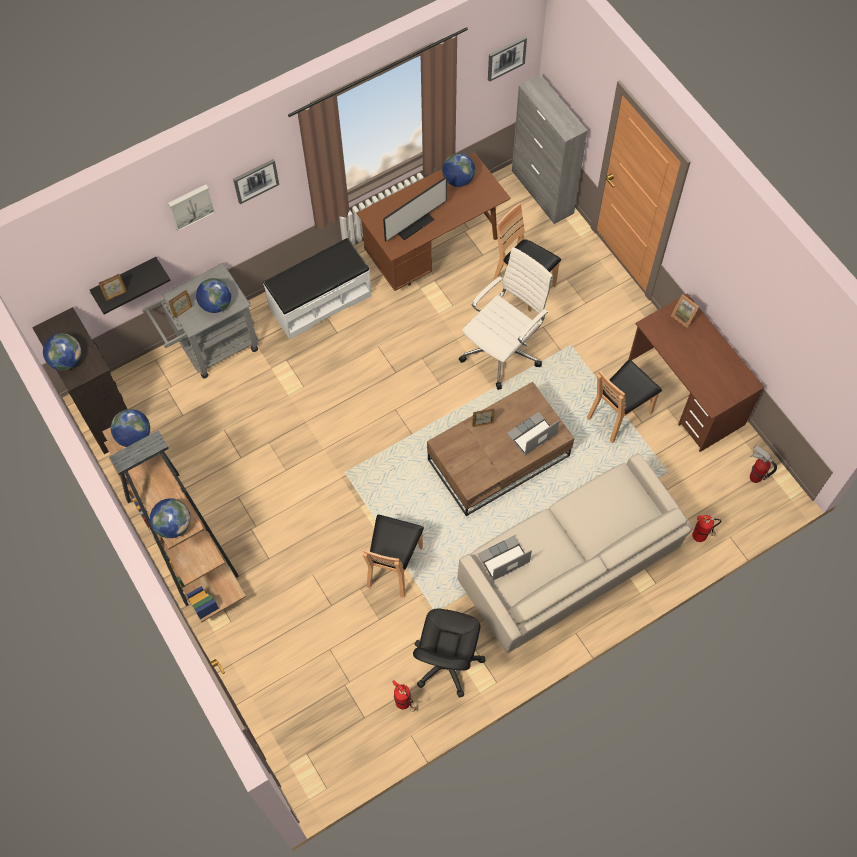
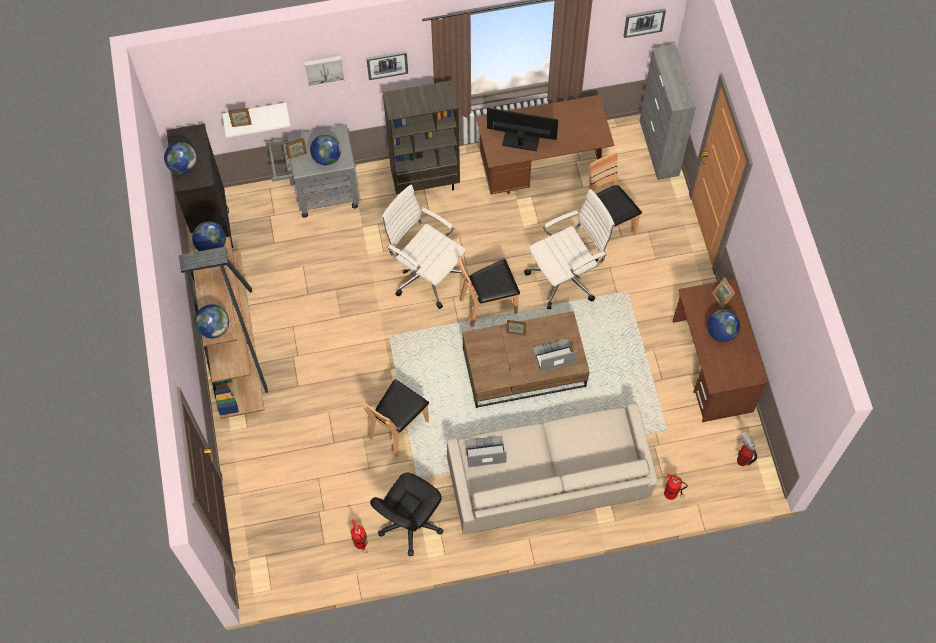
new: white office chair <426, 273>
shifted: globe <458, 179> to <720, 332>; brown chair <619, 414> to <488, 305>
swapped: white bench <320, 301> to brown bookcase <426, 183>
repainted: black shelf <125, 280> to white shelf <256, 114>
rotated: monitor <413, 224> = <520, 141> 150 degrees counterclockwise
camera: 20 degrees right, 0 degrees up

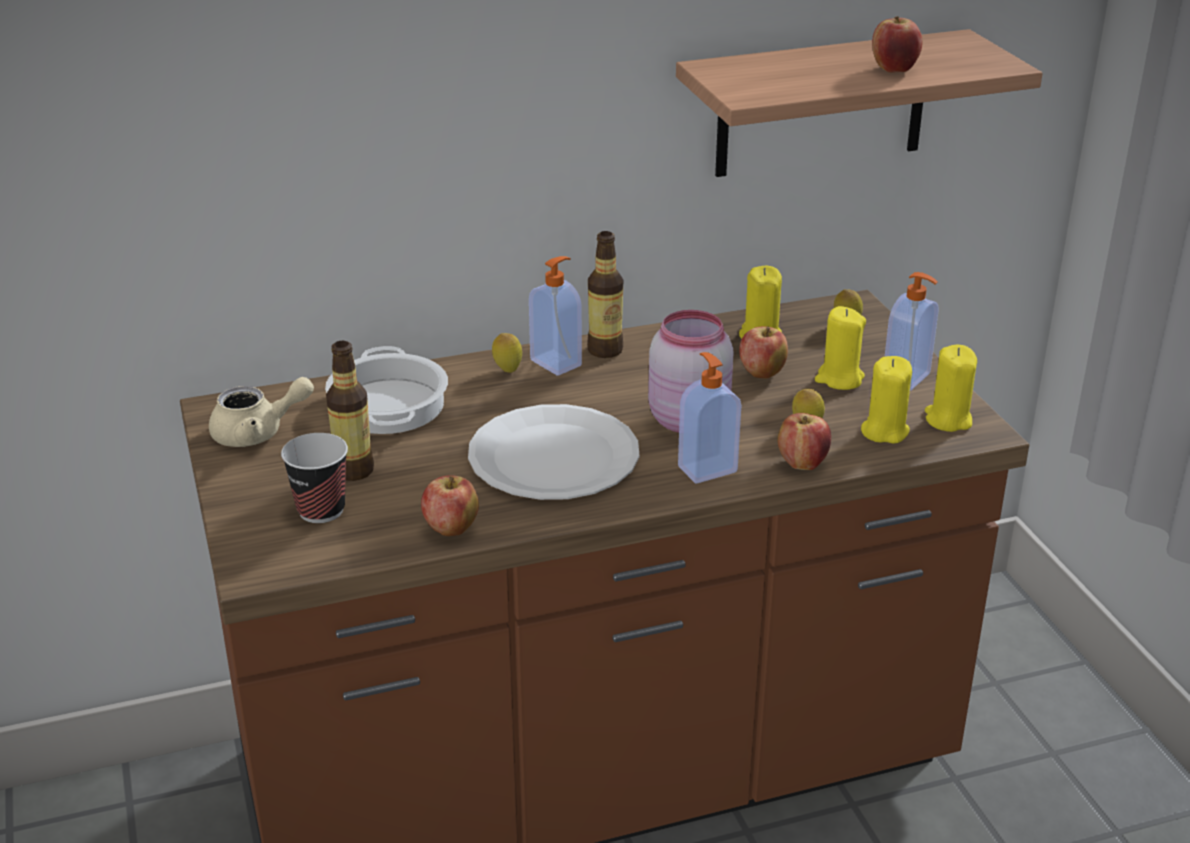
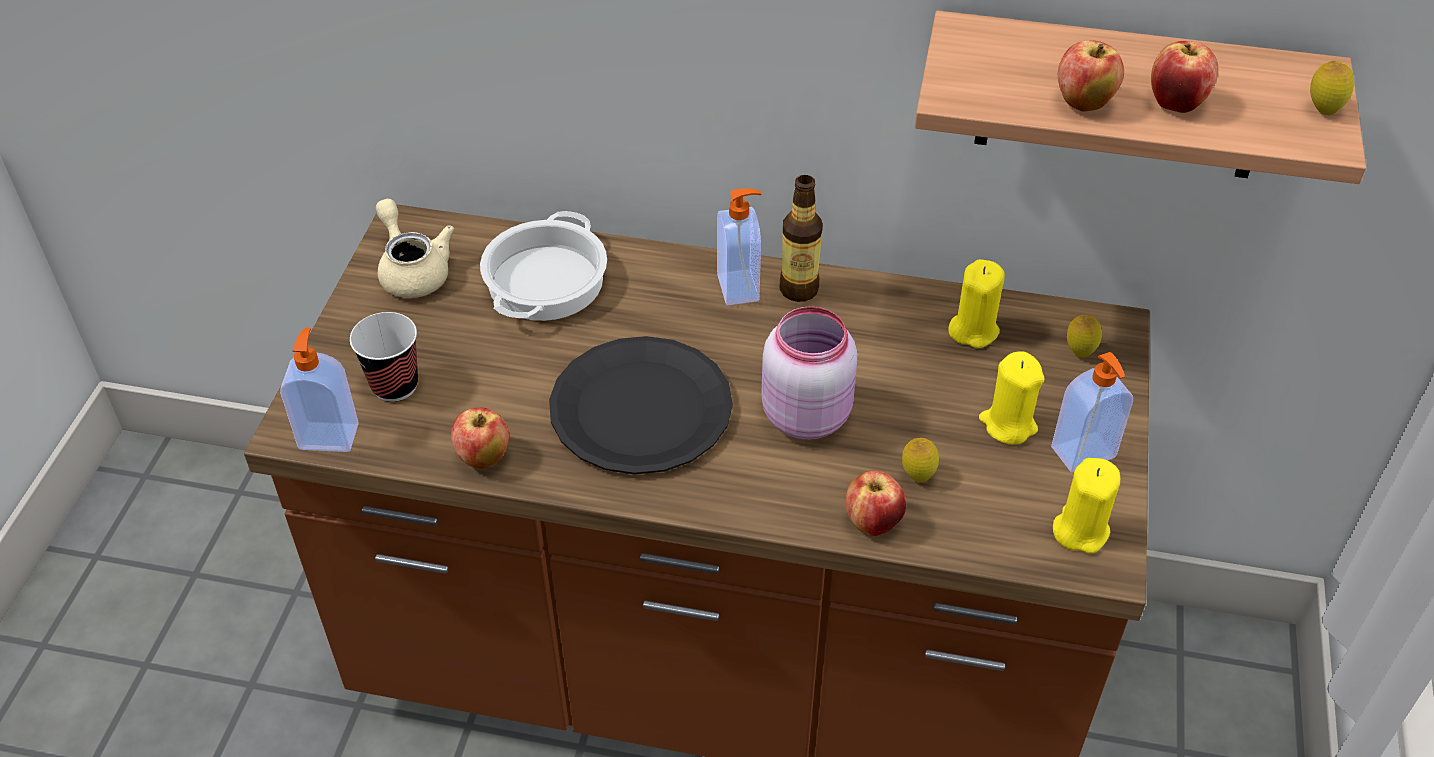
gone: bottle <354, 470>; yellow candle <884, 431>
shifted: lemon <507, 370> to <1323, 110>; soap dispenser <706, 468> to <329, 435>; apple <762, 373> to <1083, 103>
repainted: white plate <553, 457> to black plate <640, 408>
rotated: beige teapot <258, 433> = <412, 270> 135 degrees counterclockwise
camera: 30 degrees right, 15 degrees up

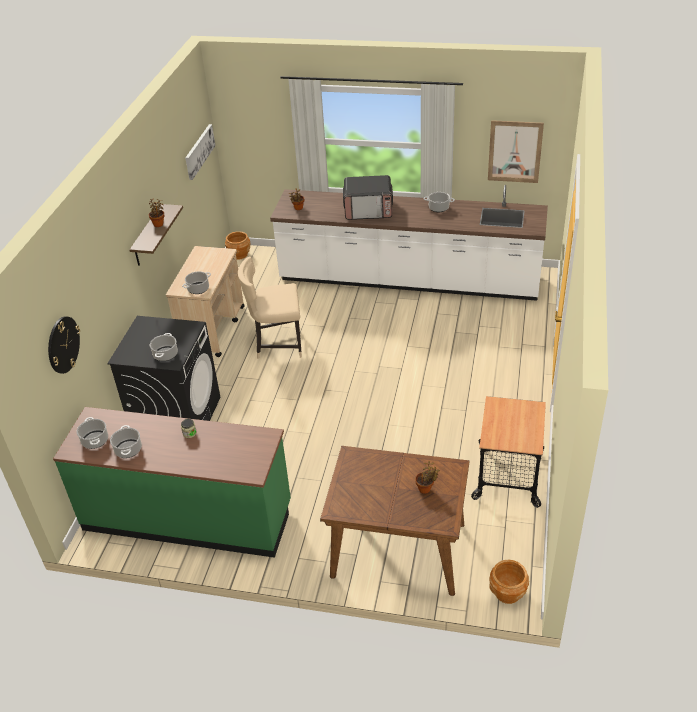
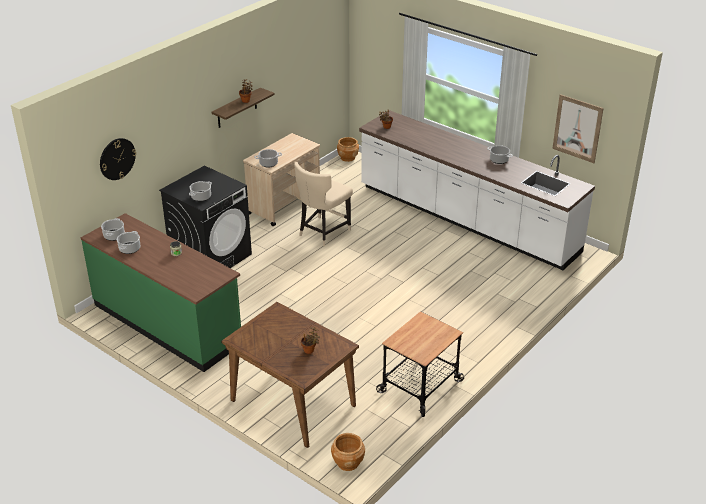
gone: picture <199, 151>; microwave <369, 210>
rotated: beige chair <277, 345> = <322, 232> 75 degrees counterclockwise
camera: 25 degrees right, 5 degrees down

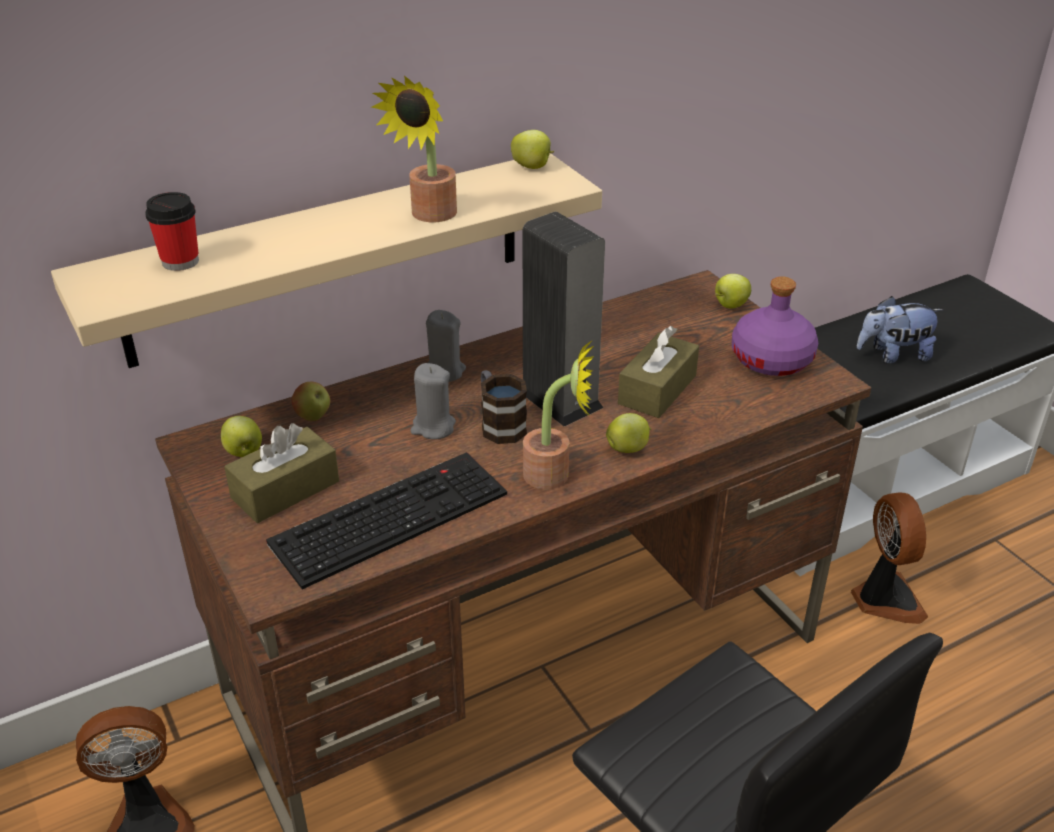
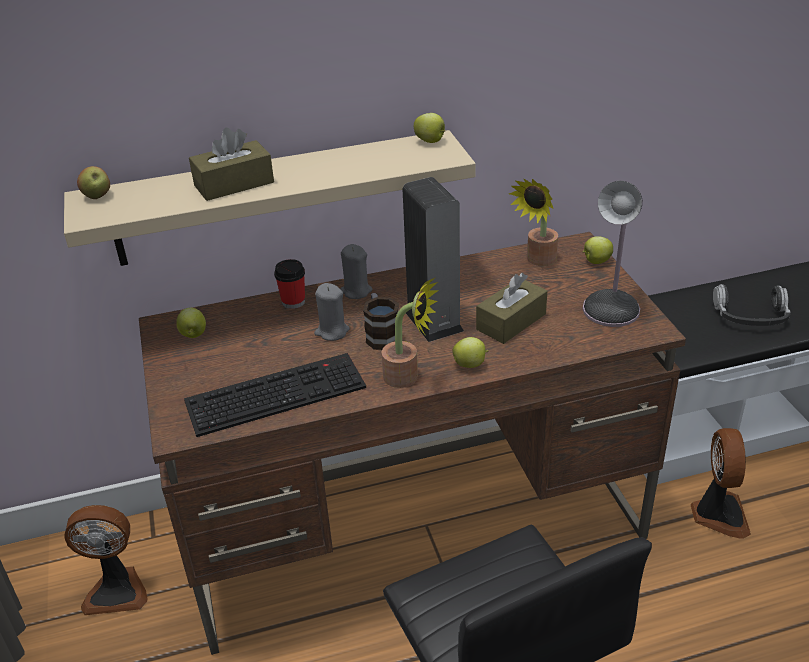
shifted: cup <180, 261> to <293, 302>; brown tissue box <285, 490> to <234, 184>; apple <313, 416> to <97, 196>; potted plant <429, 216> to <538, 261>
swapped: purple bottle <772, 359> to table lamp <612, 308>; plush toy <893, 355> to headphones <750, 315>
camera: 15 degrees right, 0 degrees up

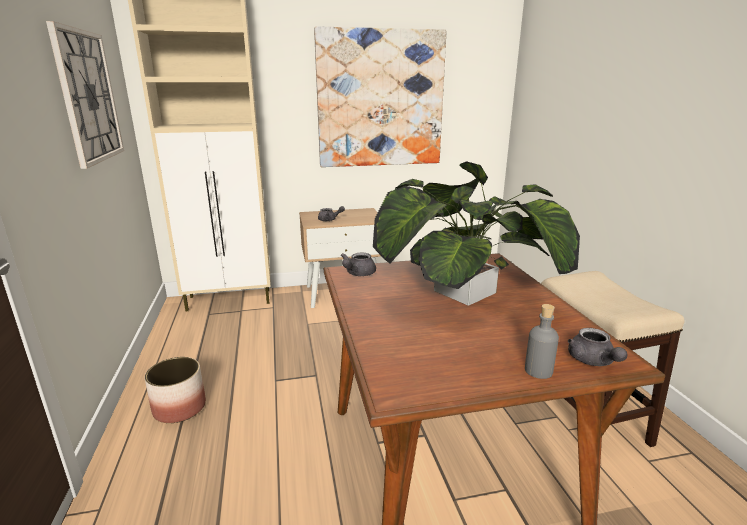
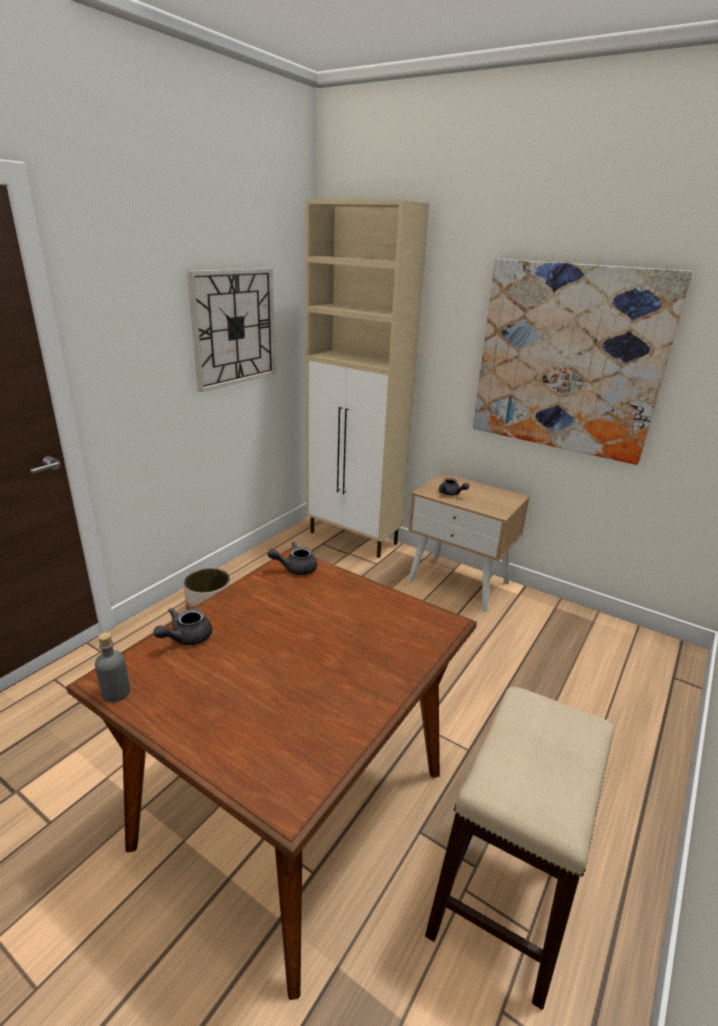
gone: potted plant <465, 291>
shifted: grey bottle <538, 371> to <116, 692>; grey teapot <593, 361> to <186, 638>
camera: 45 degrees right, 5 degrees up

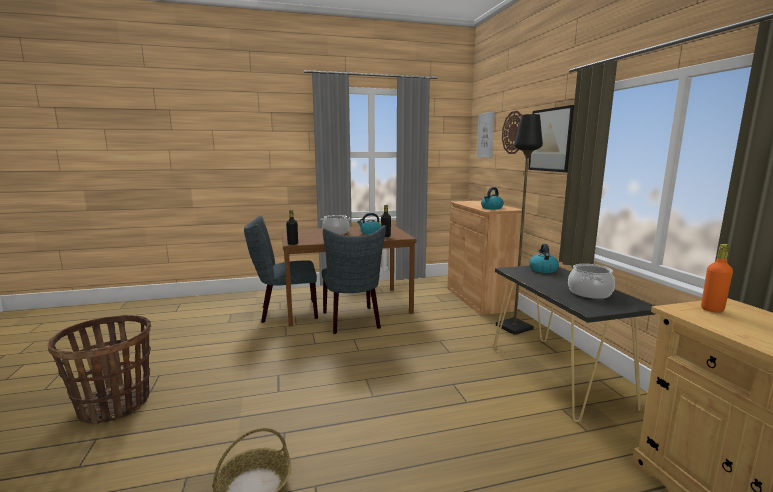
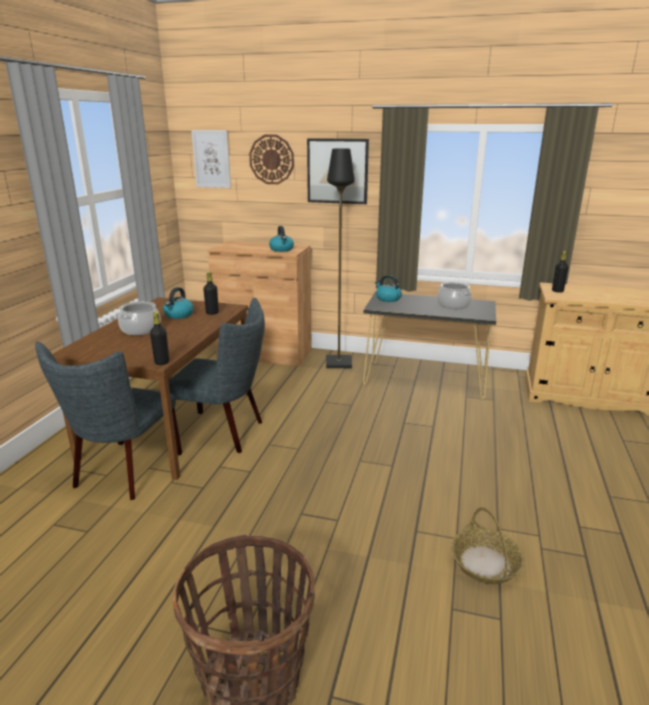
repainted: orange bottle <712, 309> to black bottle <557, 291>
camera: 60 degrees left, 10 degrees up

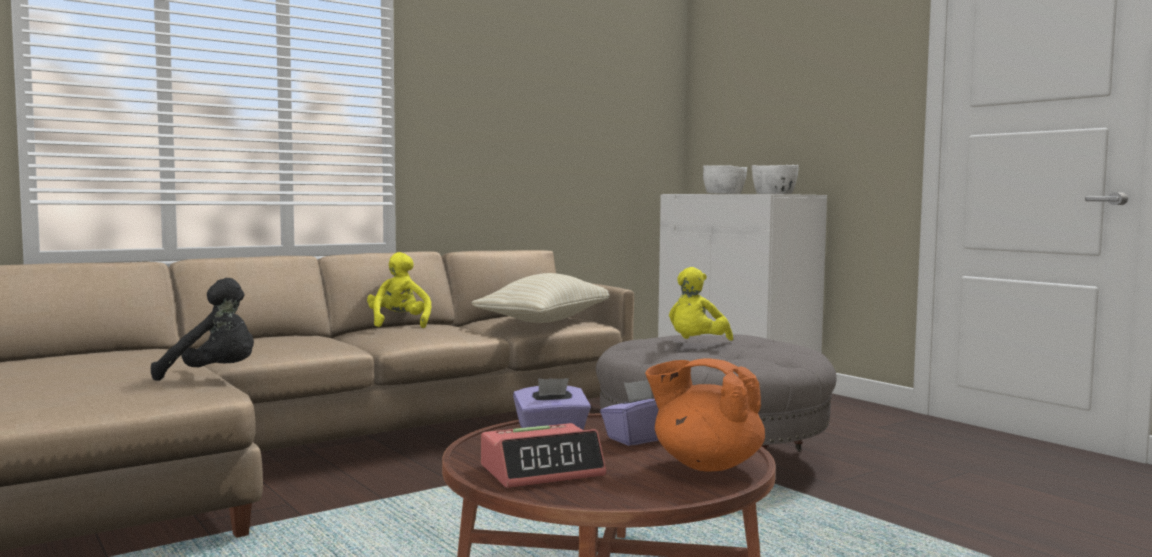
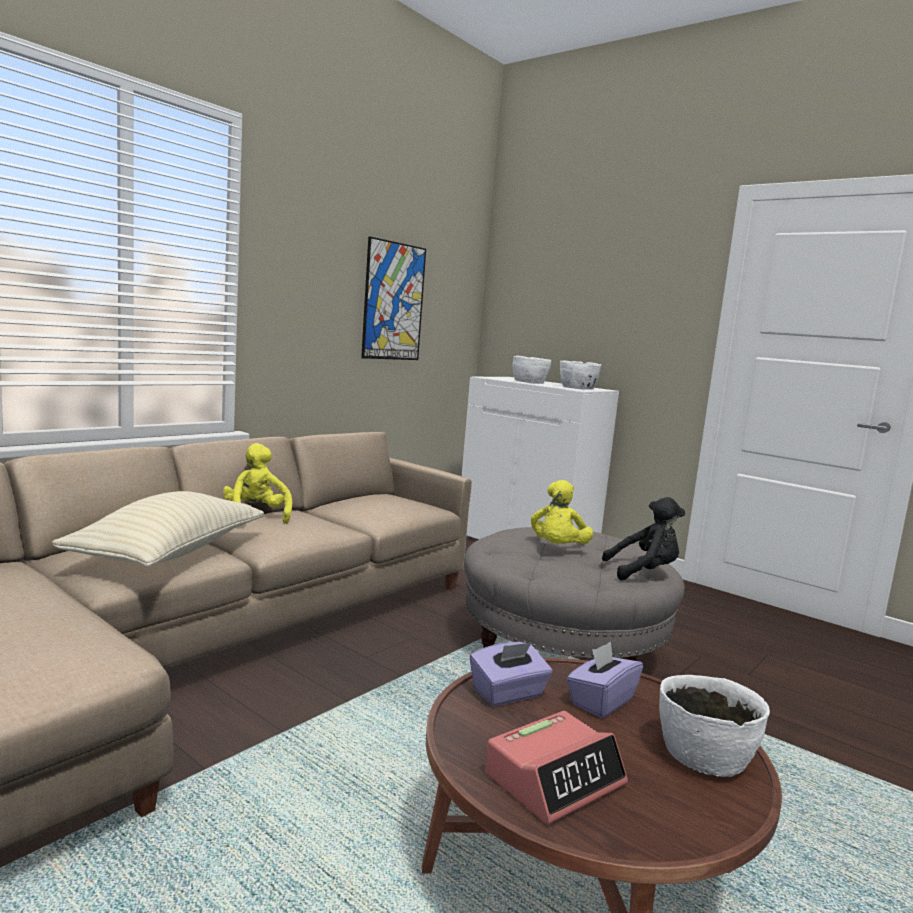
new: picture <393, 301>
shifted: black plush toy <214, 376> to <644, 572>; beige pillow <546, 321> to <169, 554>
swapped: orange teapot <705, 465> to white bowl <703, 753>
camera: 15 degrees left, 5 degrees up

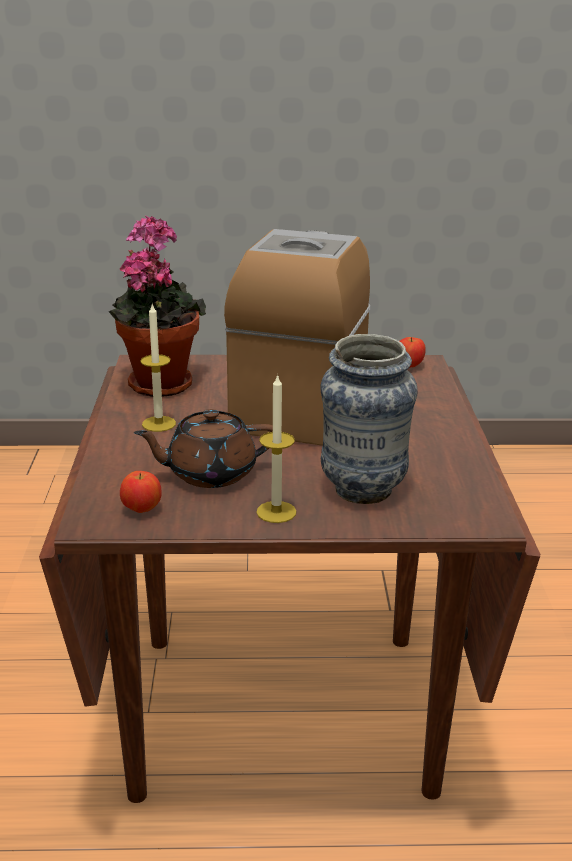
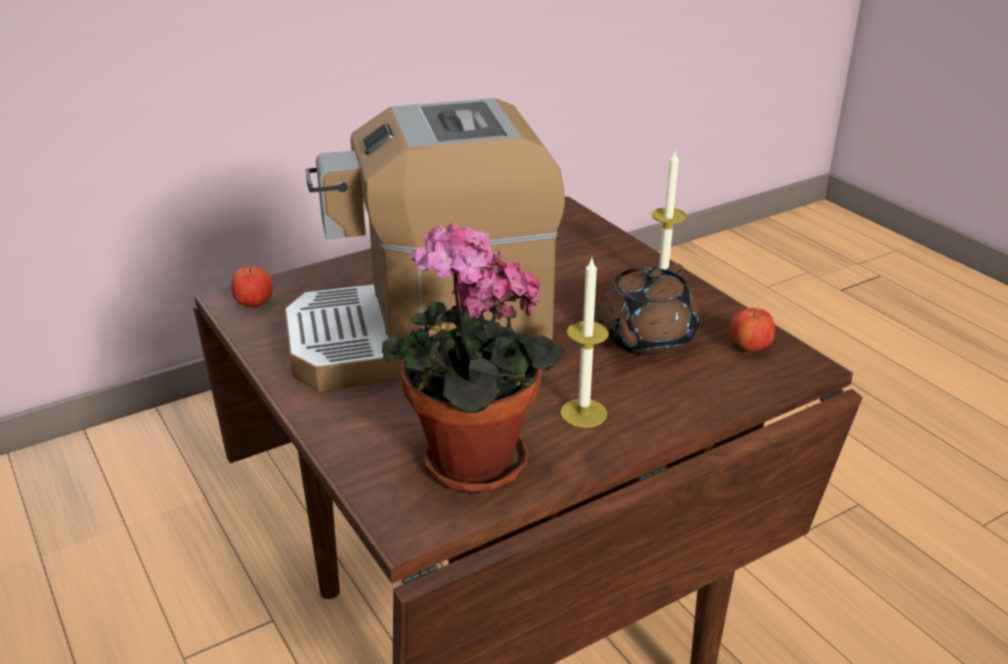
gone: vase <362, 490>
rotated: brown teapot <209, 473> = <644, 339> 75 degrees clockwise
camera: 120 degrees left, 5 degrees up

